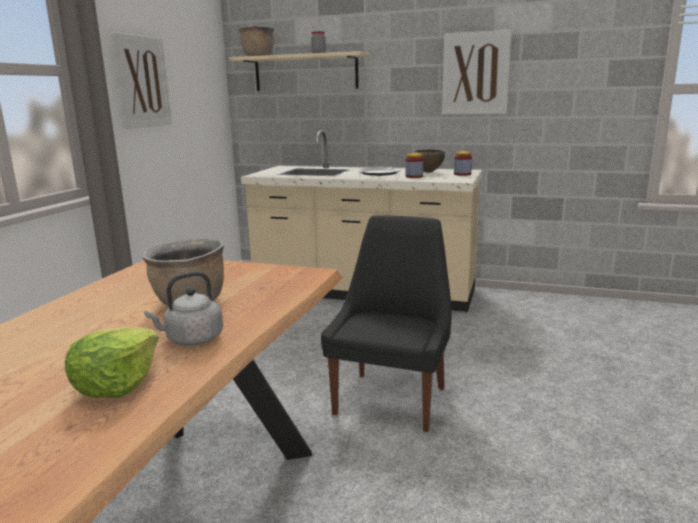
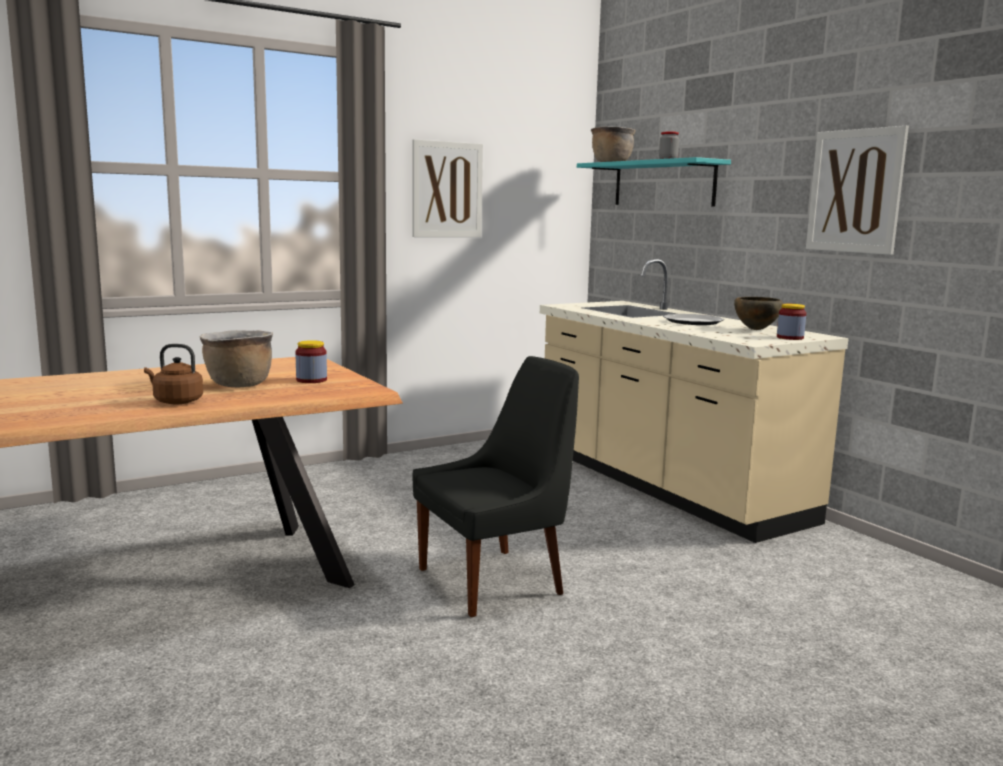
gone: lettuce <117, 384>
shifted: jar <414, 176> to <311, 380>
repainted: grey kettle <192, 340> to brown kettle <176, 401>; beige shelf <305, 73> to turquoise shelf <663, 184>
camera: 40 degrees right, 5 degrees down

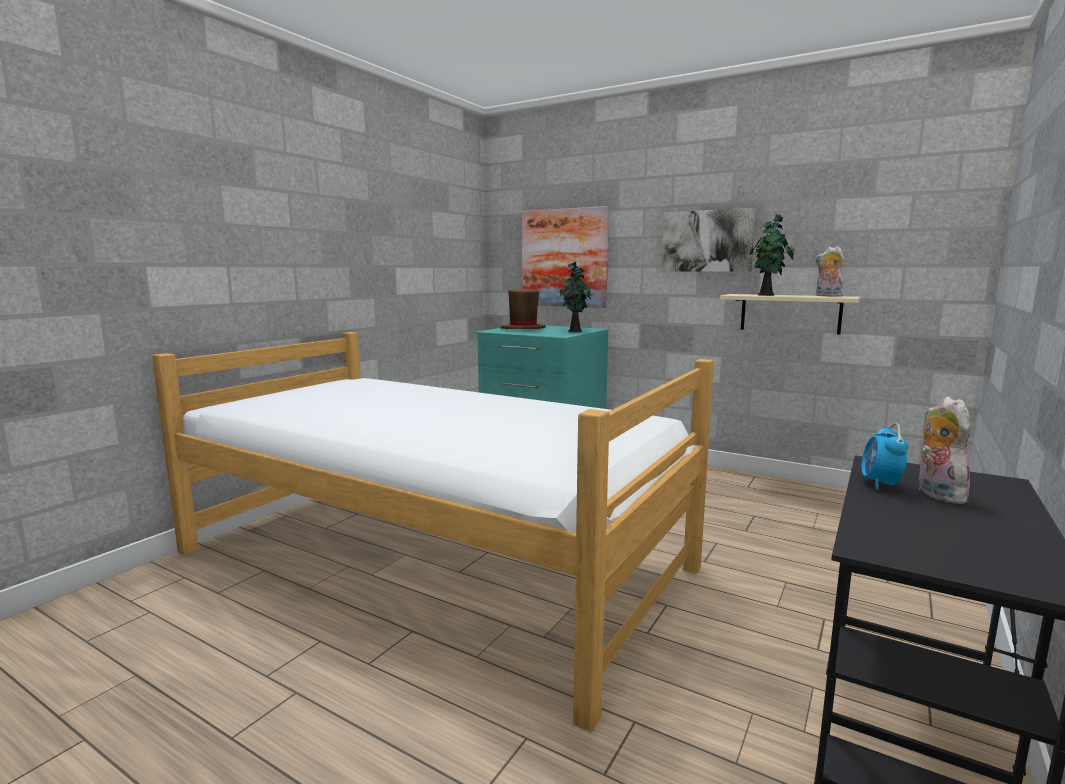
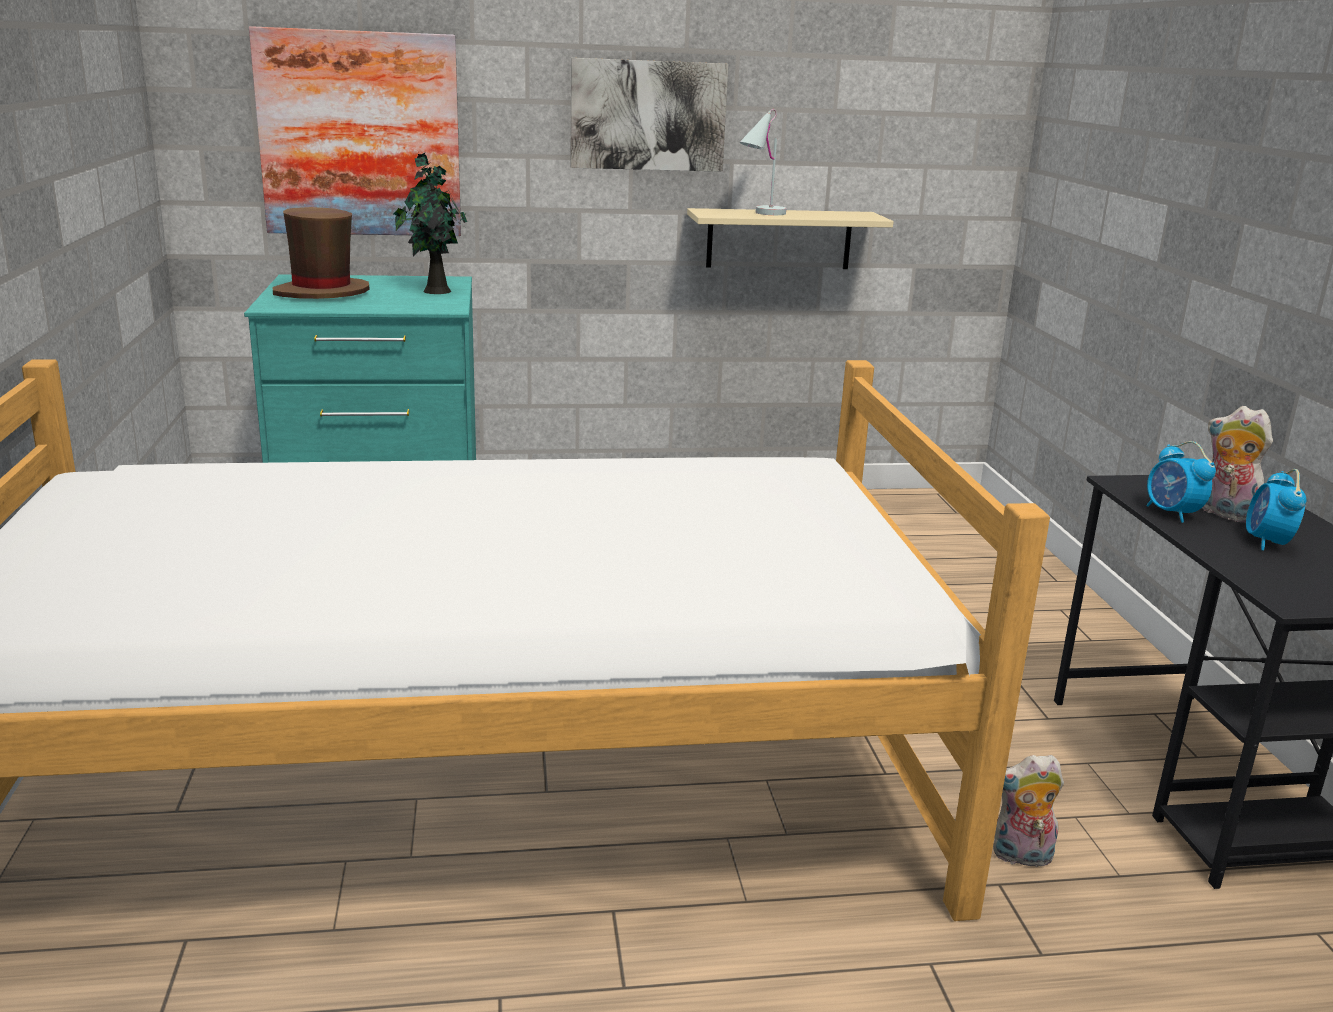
new: alarm clock <1267, 543>
shifted: plush toy <827, 296> to <1021, 857>
swapped: potted plant <767, 295> to white table lamp <760, 214>
camera: 40 degrees left, 10 degrees up

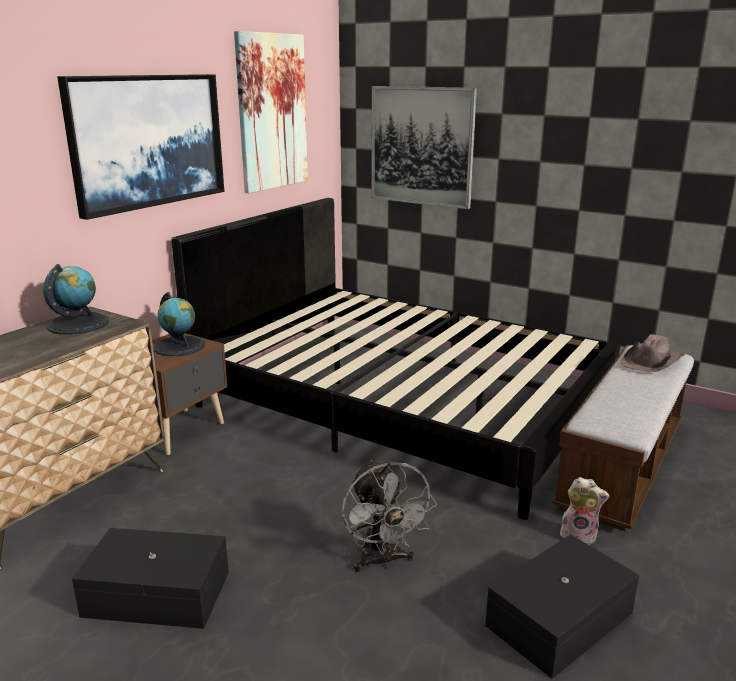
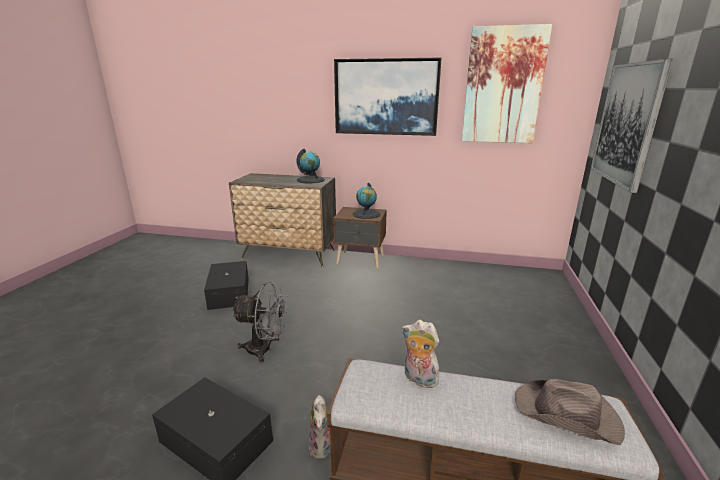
gone: black bed <402, 402>
new: plush toy <418, 379>
rotated: grey fan <383, 561> = <265, 349> 135 degrees counterclockwise
camera: 70 degrees right, 0 degrees up

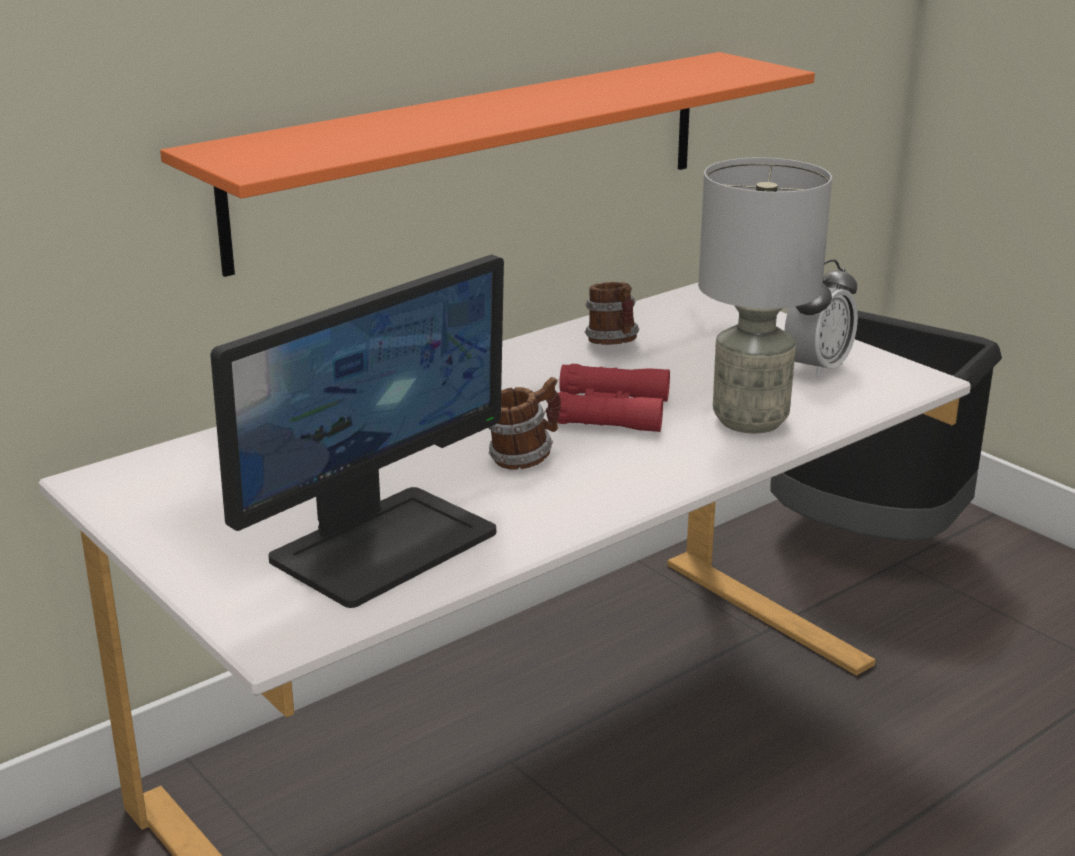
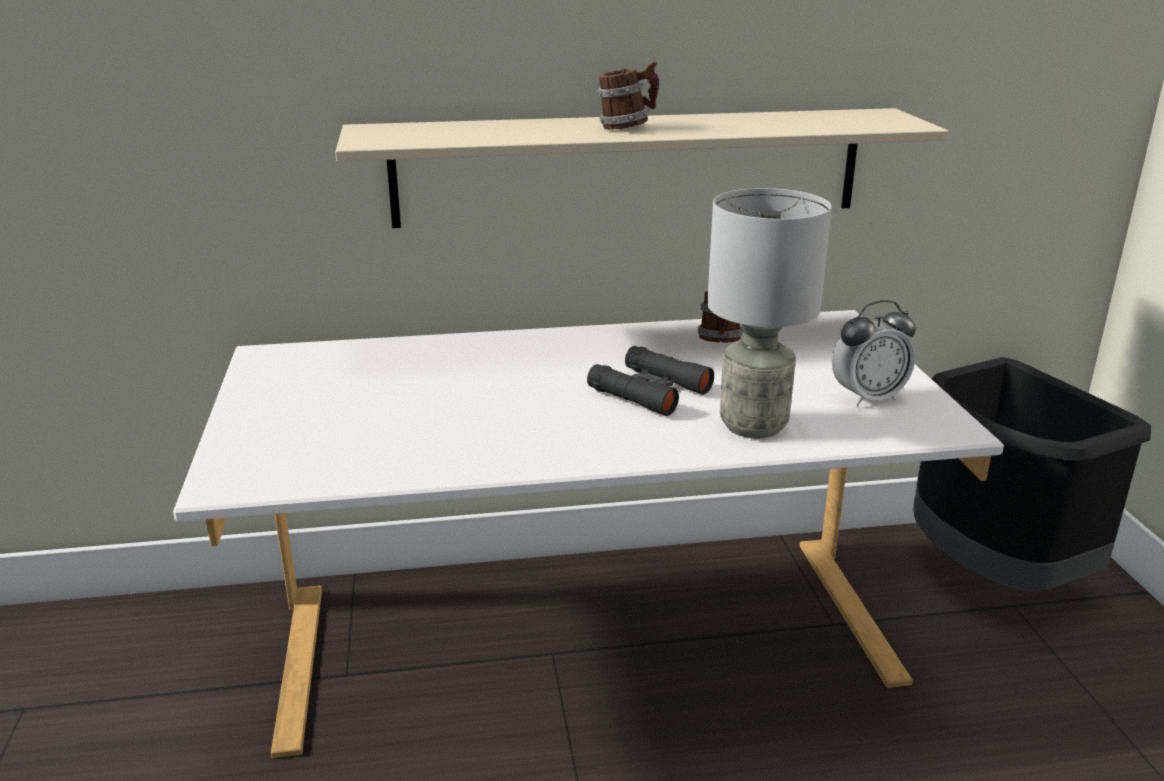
gone: monitor <382, 544>
shifted: mug <523, 458> to <627, 127>
repainted: orange shelf <478, 155> to beige shelf <628, 167>; red binoculars <609, 411> to black binoculars <649, 391>
camera: 30 degrees right, 0 degrees up

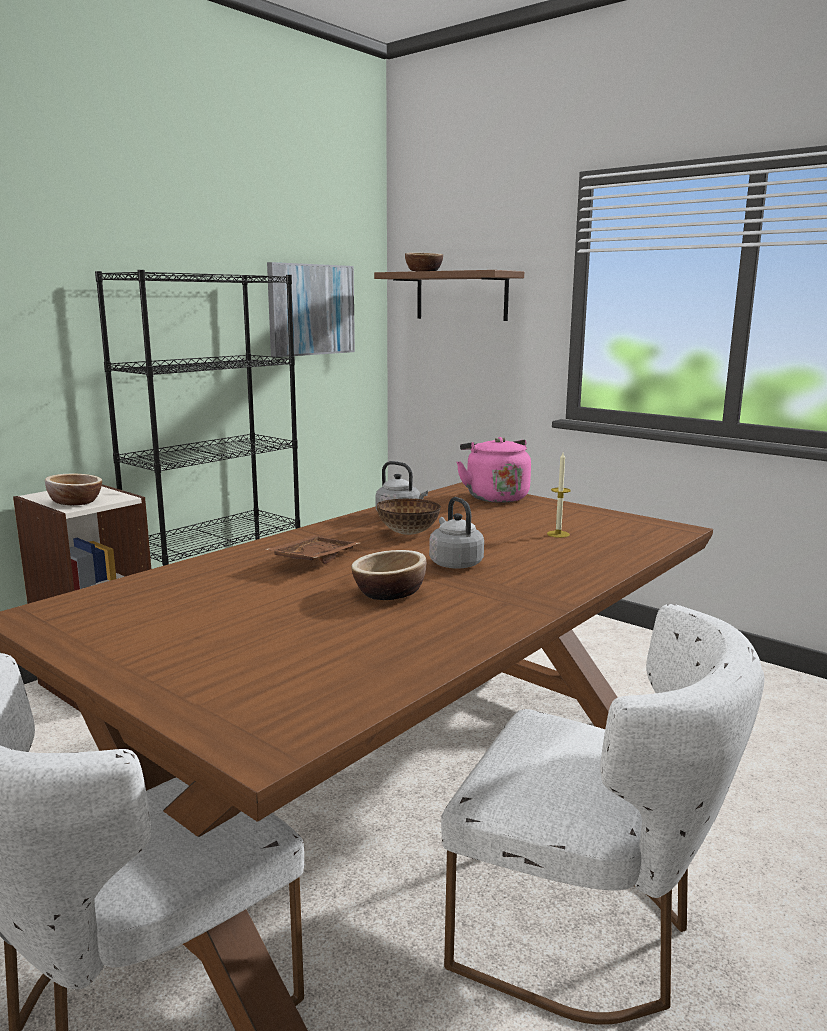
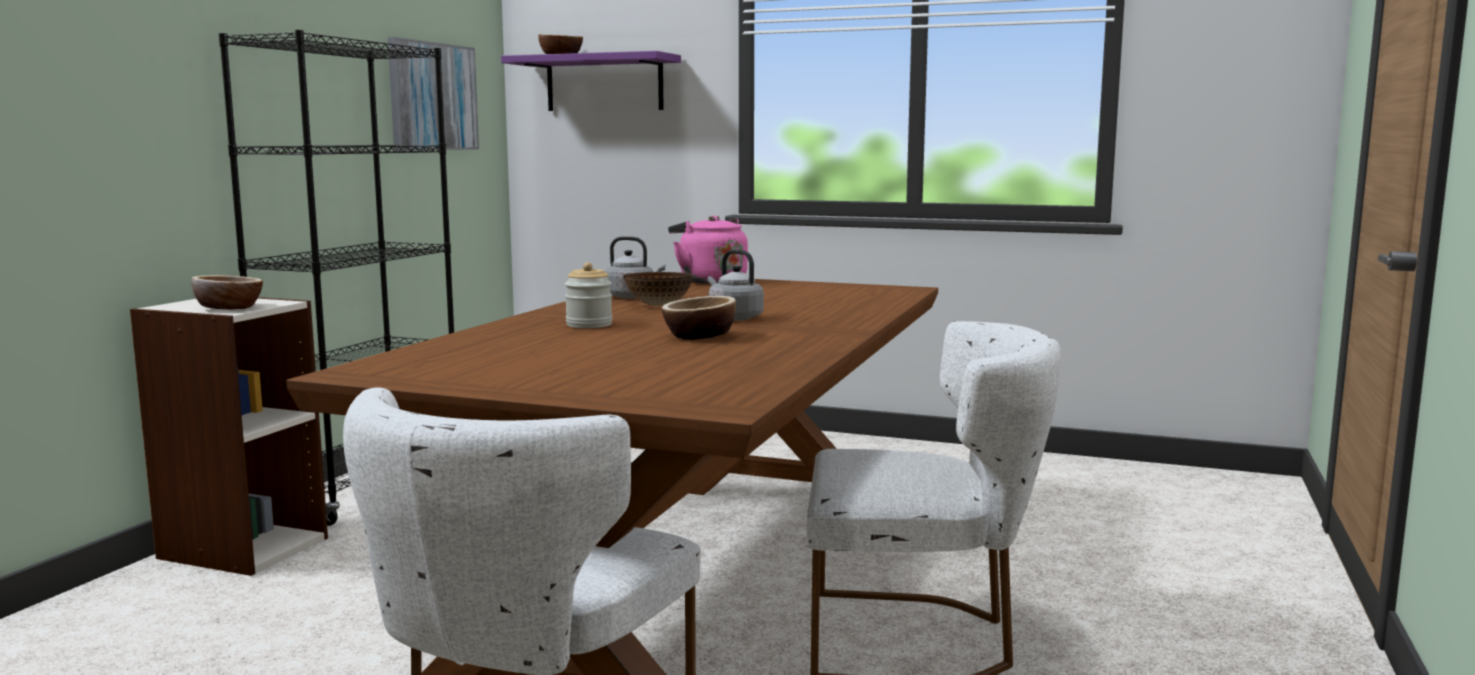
gone: candle <558, 534>
swapped: brown tray <313, 559> to jar <589, 325>
repainted: brown shelf <461, 296> to purple shelf <604, 84>
camera: 20 degrees left, 5 degrees down

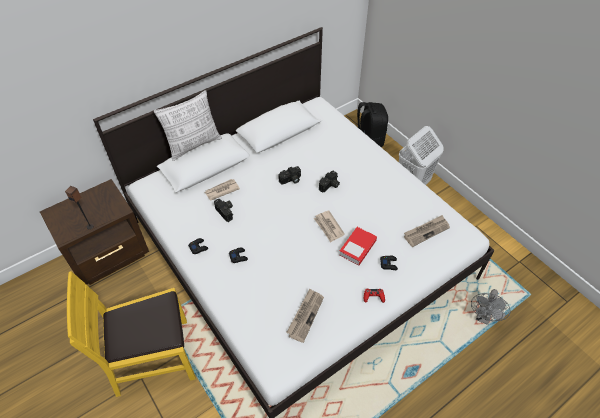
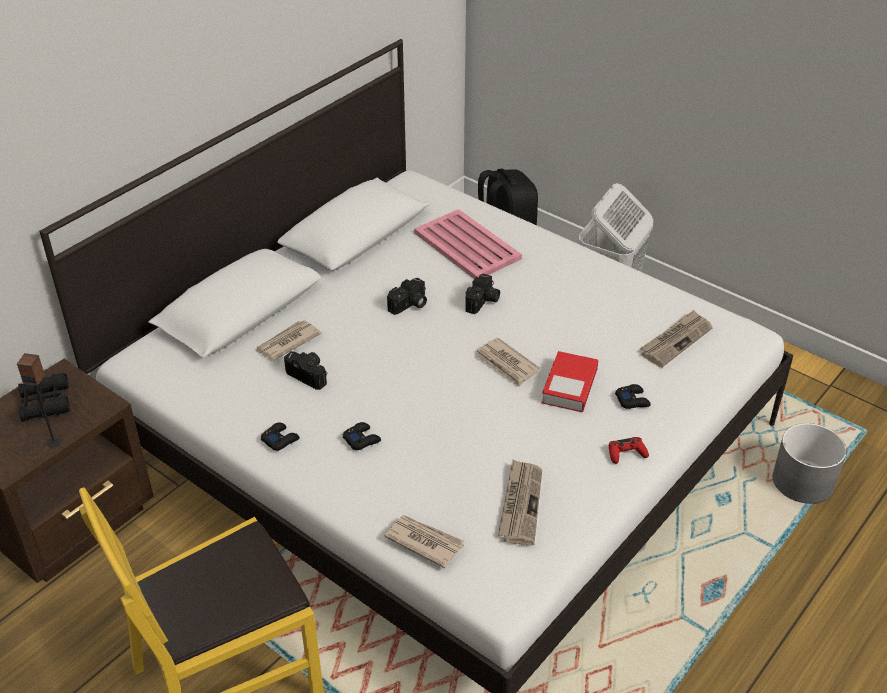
gone: pillow <194, 145>
new: black binoculars <45, 404>; newspaper <424, 541>; pink tray <466, 245>
swapped: grey fan <483, 317> to grey planter <803, 481>
camera: 15 degrees left, 10 degrees down

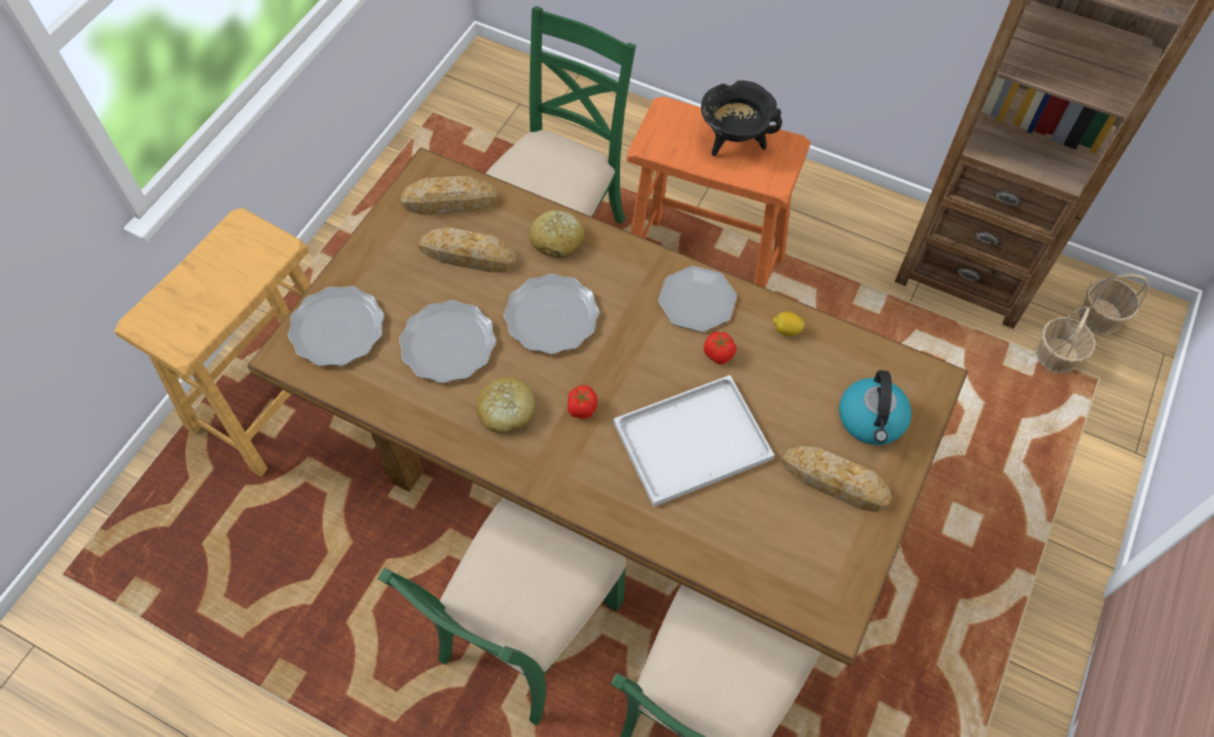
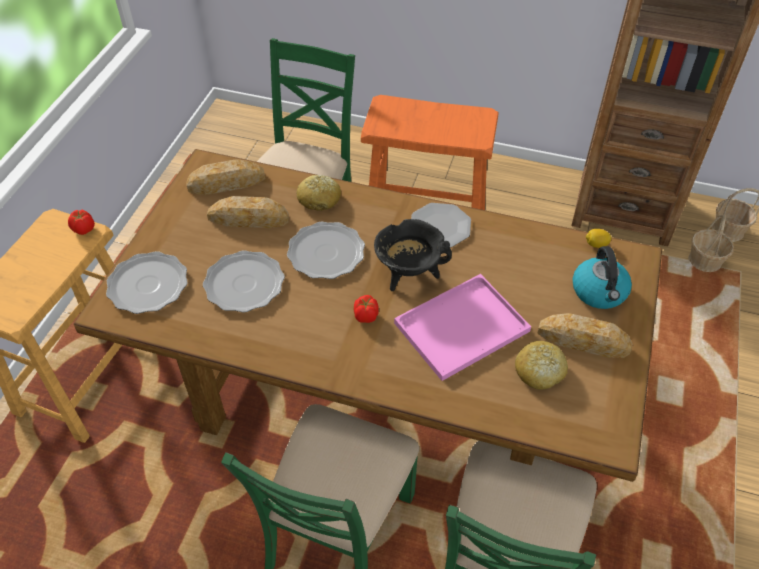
shifted: bread <506, 411> to <539, 371>; black cooking pot <734, 142> to <409, 275>; tomato <718, 355> to <83, 229>; lemon <786, 330> to <596, 244>
repainted: white tray <690, 443> to pink tray <460, 329>
camera: 10 degrees left, 10 degrees down

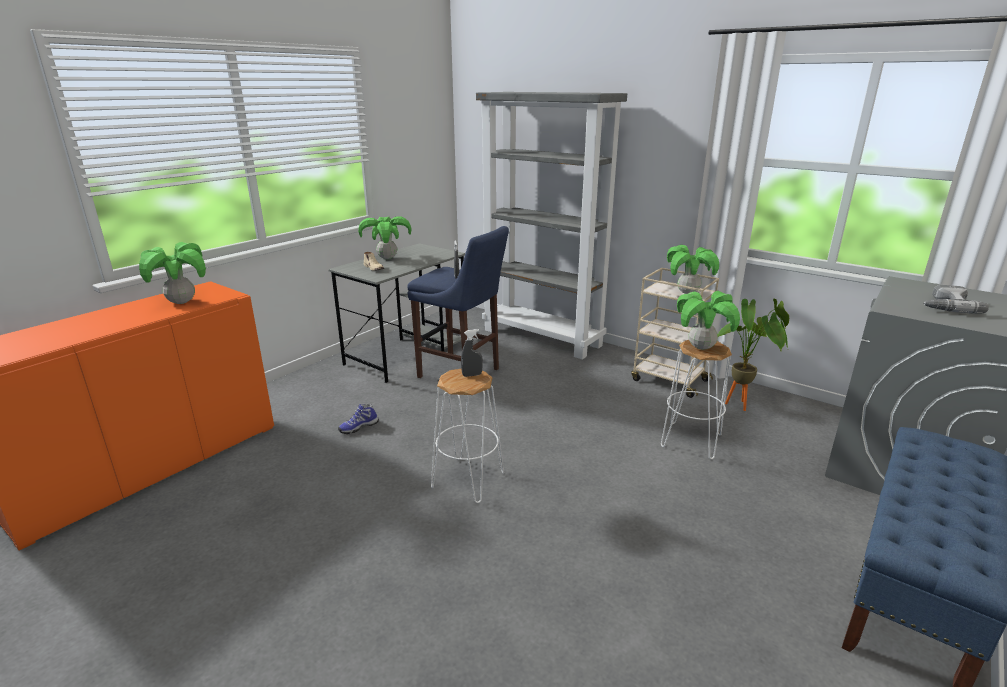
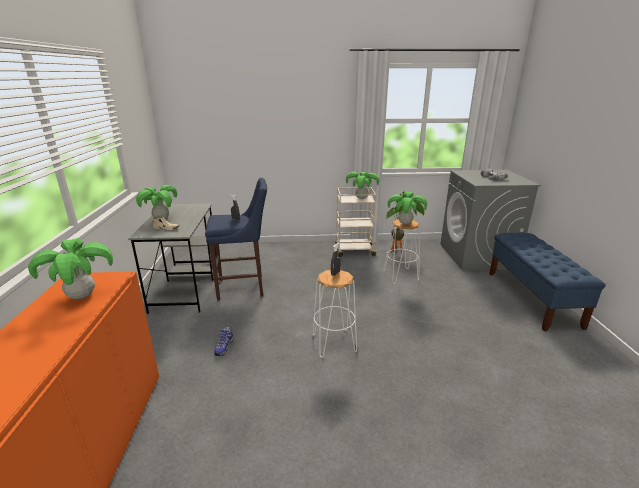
gone: grey bookcase <543, 337>
camera: 40 degrees left, 0 degrees up

